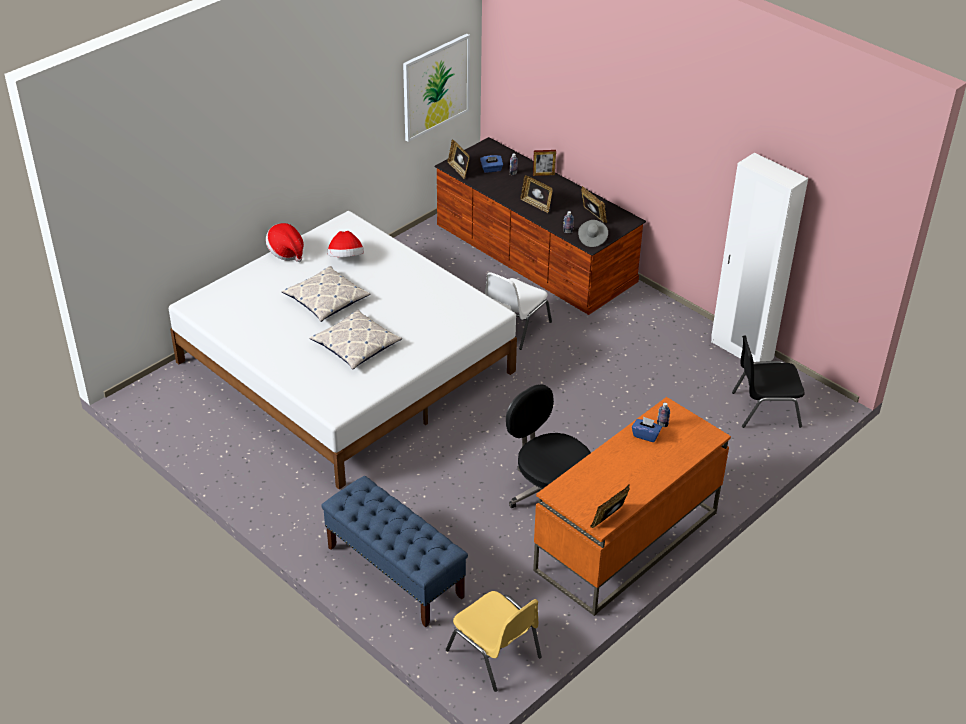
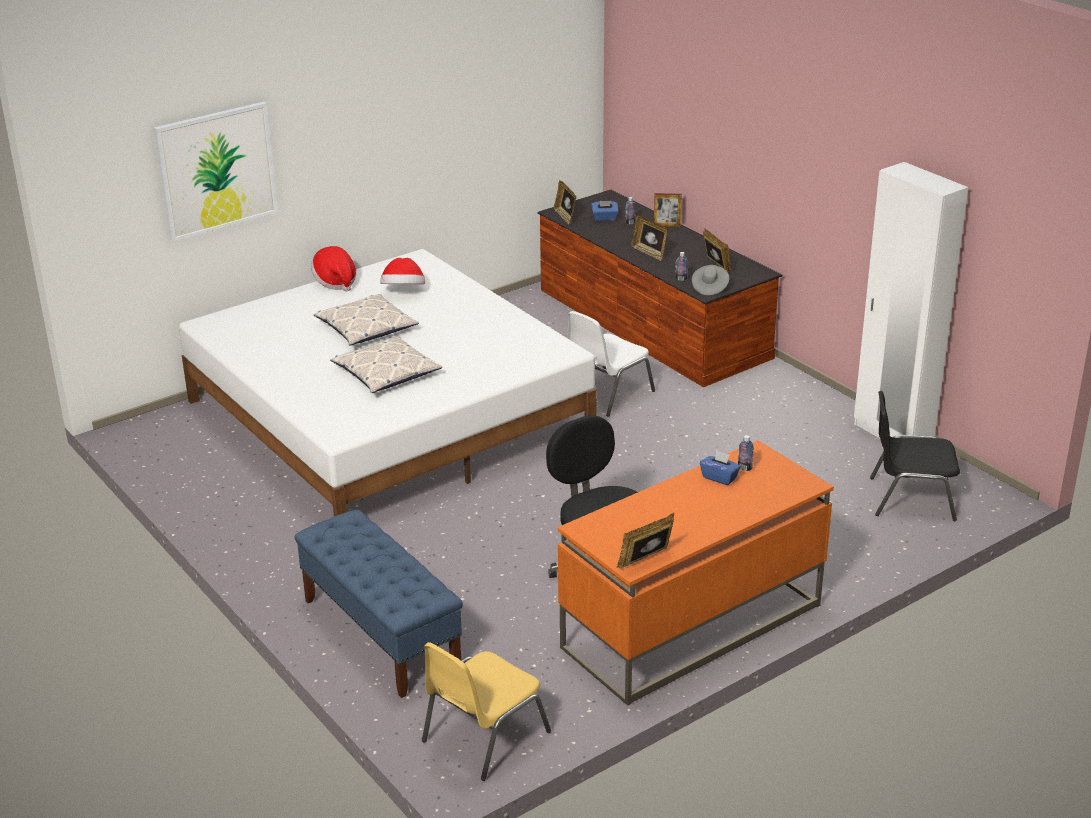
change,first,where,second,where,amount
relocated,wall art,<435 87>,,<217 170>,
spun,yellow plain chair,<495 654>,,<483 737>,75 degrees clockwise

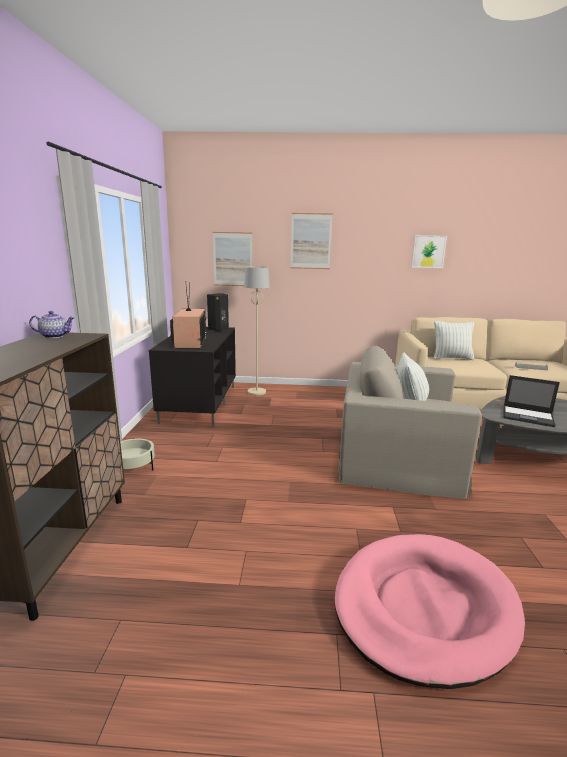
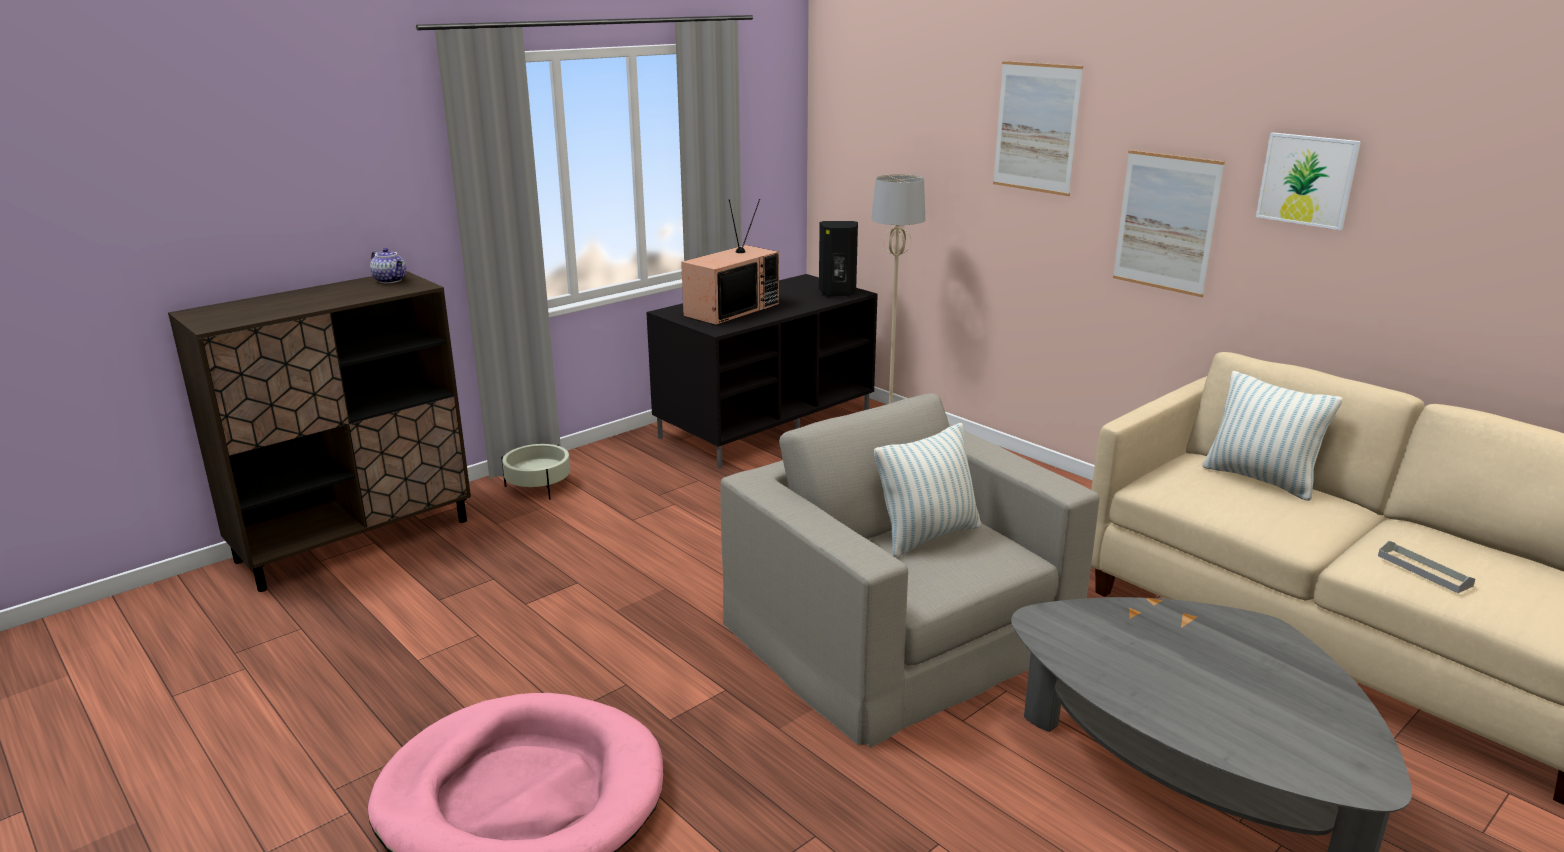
change,first,where,second,where,amount
relocated,wall art,<233 259>,,<1166 222>,
missing,portable computer,<528 416>,,,

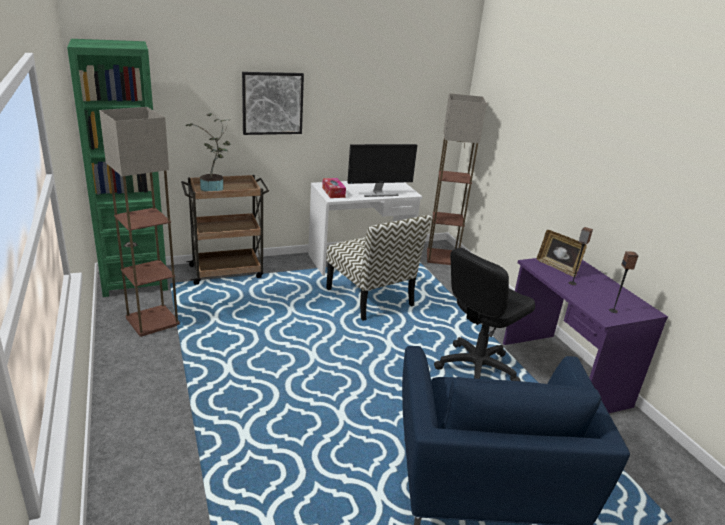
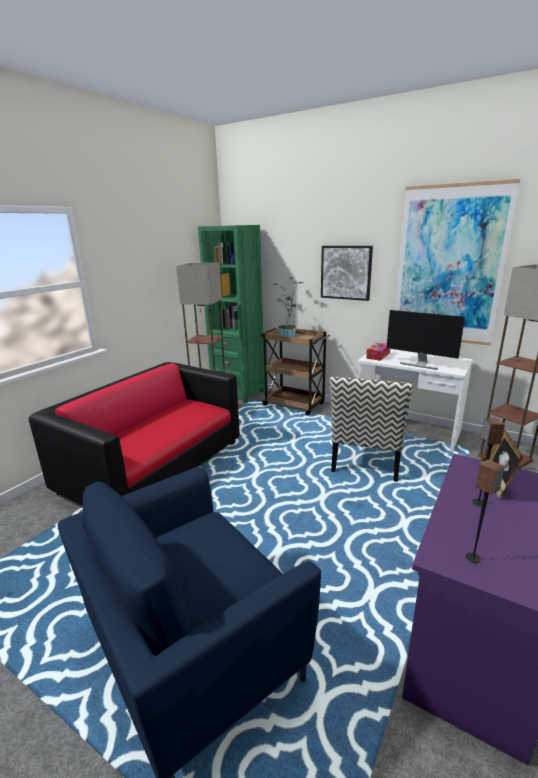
change,first,where,second,where,amount
missing,blackish desk chair,<476 368>,,,
appeared,,,settee,<153 465>,
appeared,,,wall art,<449 266>,

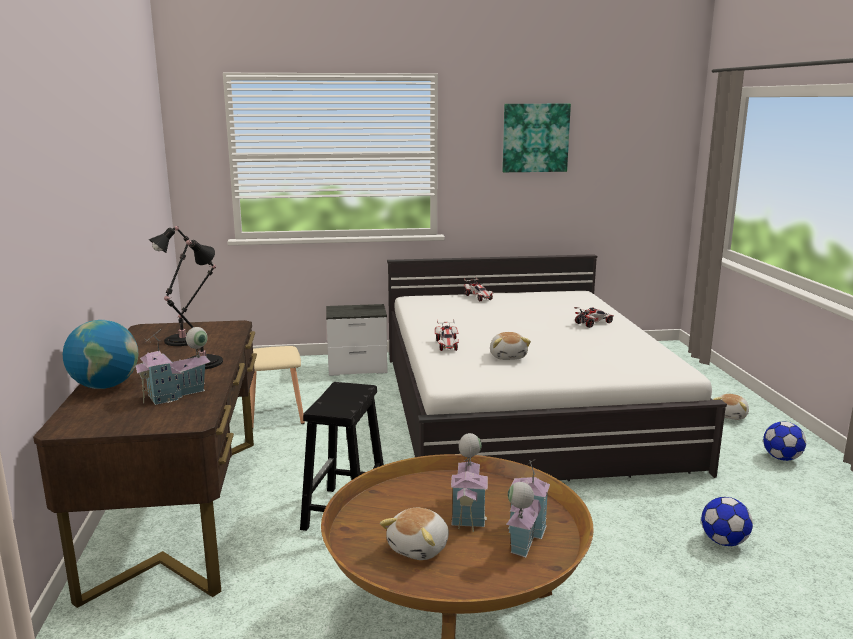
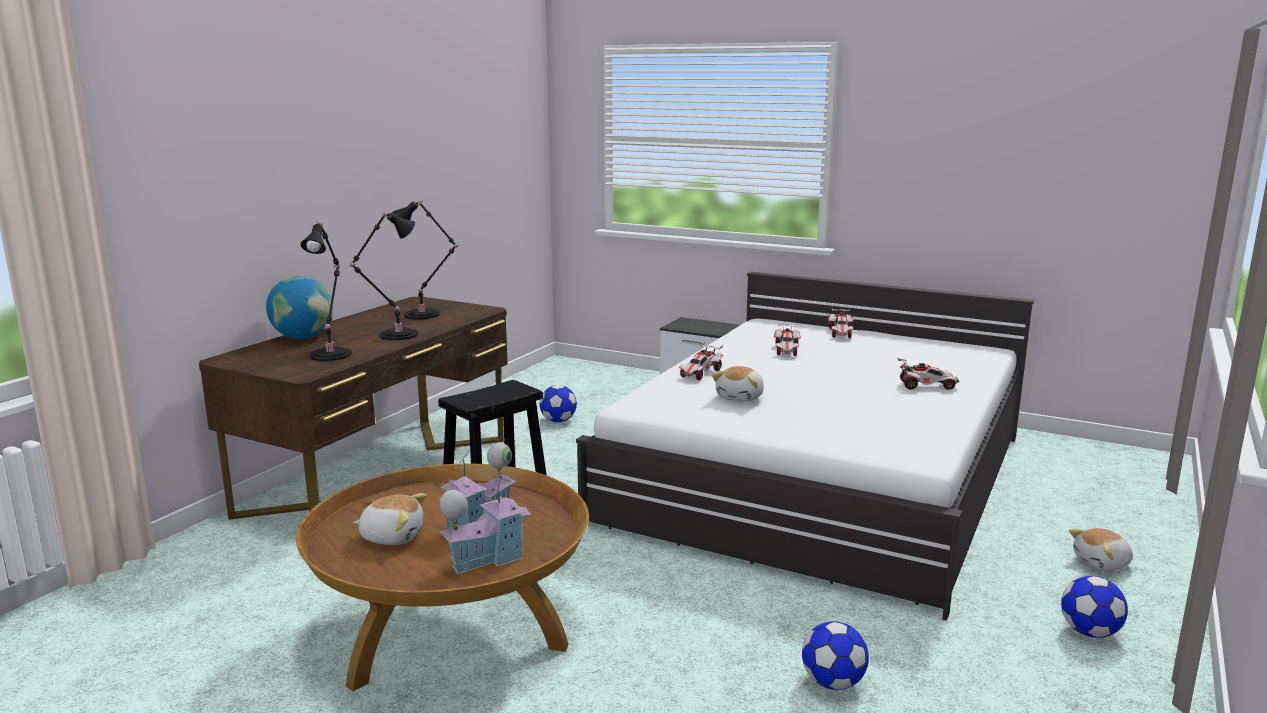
change,first,where,second,where,amount
exchanged,miniature house,<176 394>,blackish lamp for a table,<332 354>,
exchanged,beige-coloured stool,<275 415>,ball for football,<558 421>,
spun,plush toy,<420 548>,,<392 536>,150 degrees counterclockwise
missing,wall art,<535 138>,,,
appeared,,,miniature car,<786 350>,

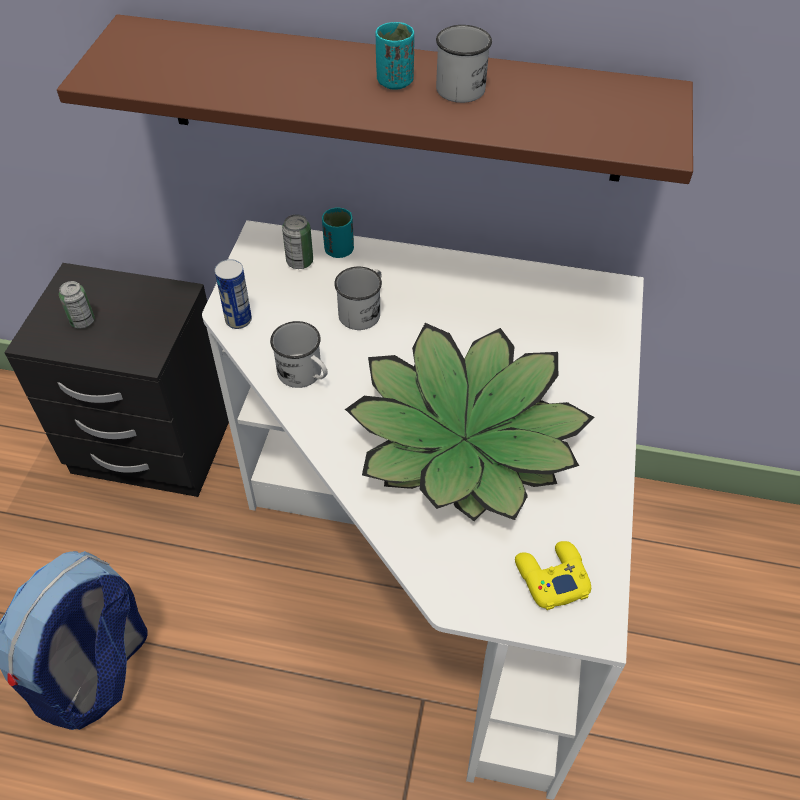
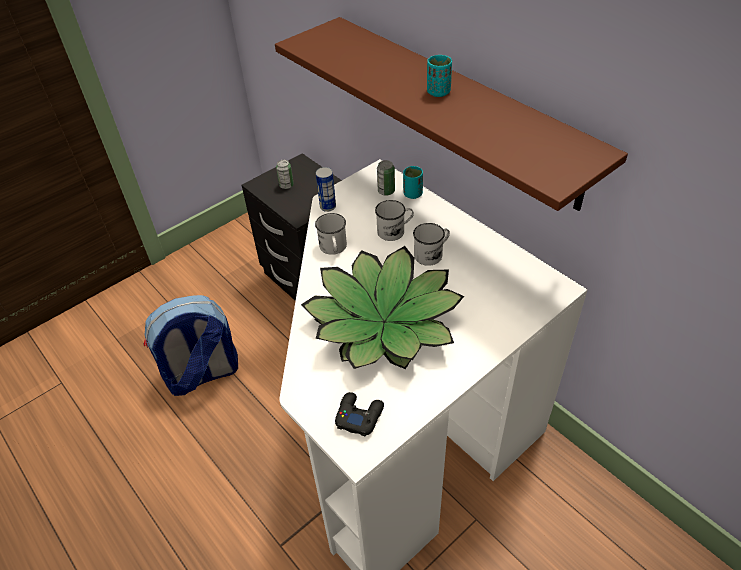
change,first,where,second,where,amount
relocated,white-coloured mug,<463 85>,,<432 254>,
colour,yellow joypad,<551 577>,blackish joypad,<359 416>,

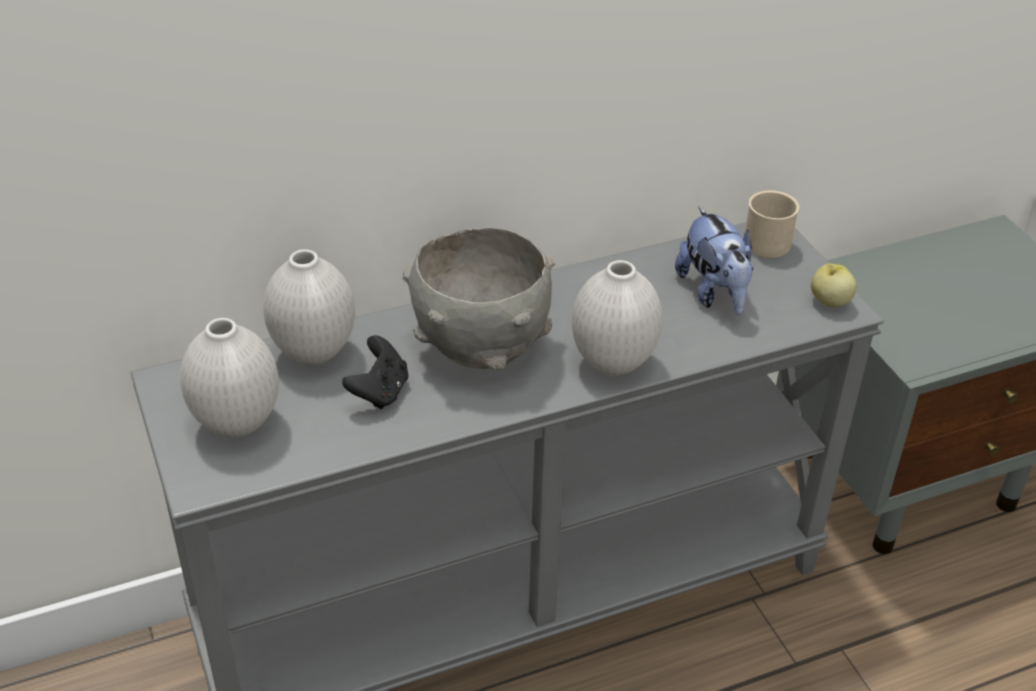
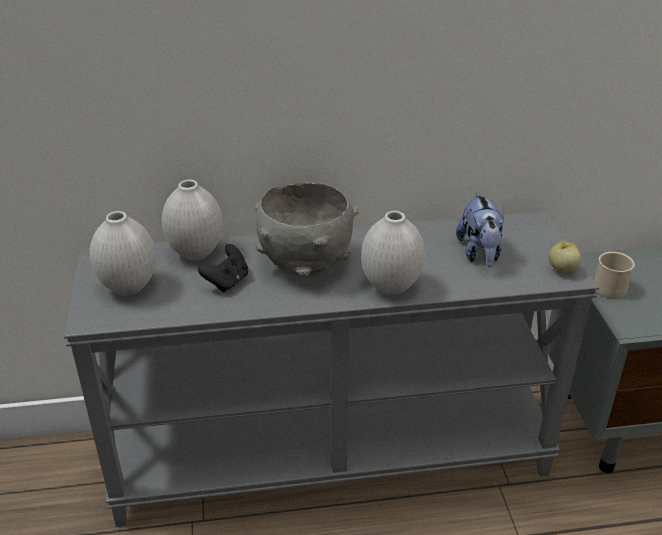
change,first,where,second,where,amount
relocated,beige-coloured mug,<767 239>,,<611 285>,

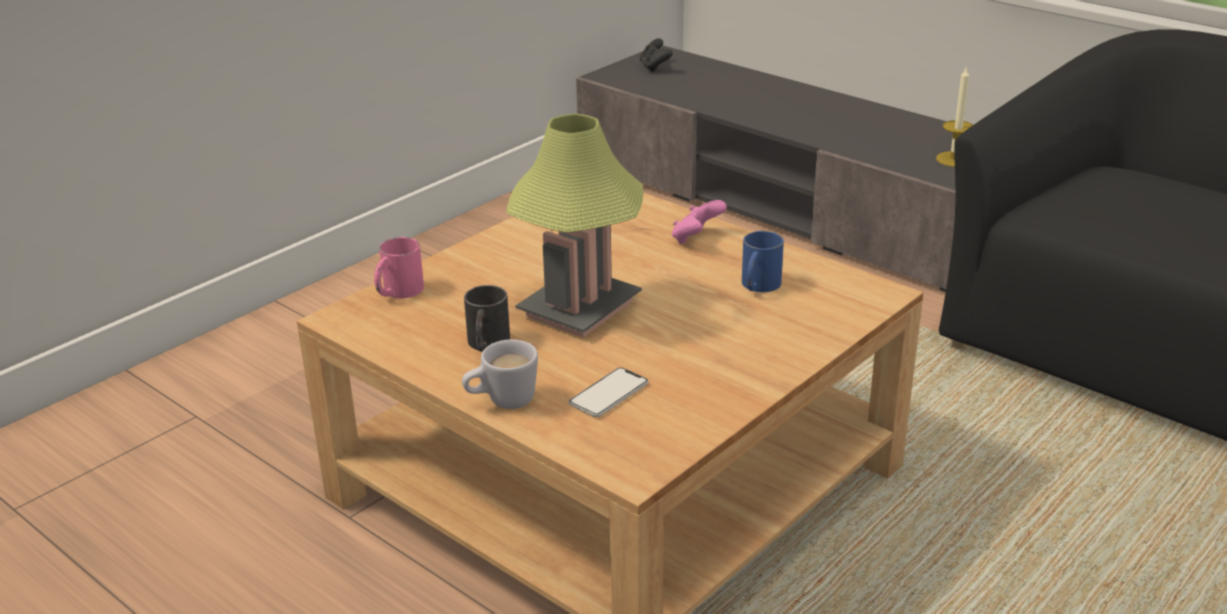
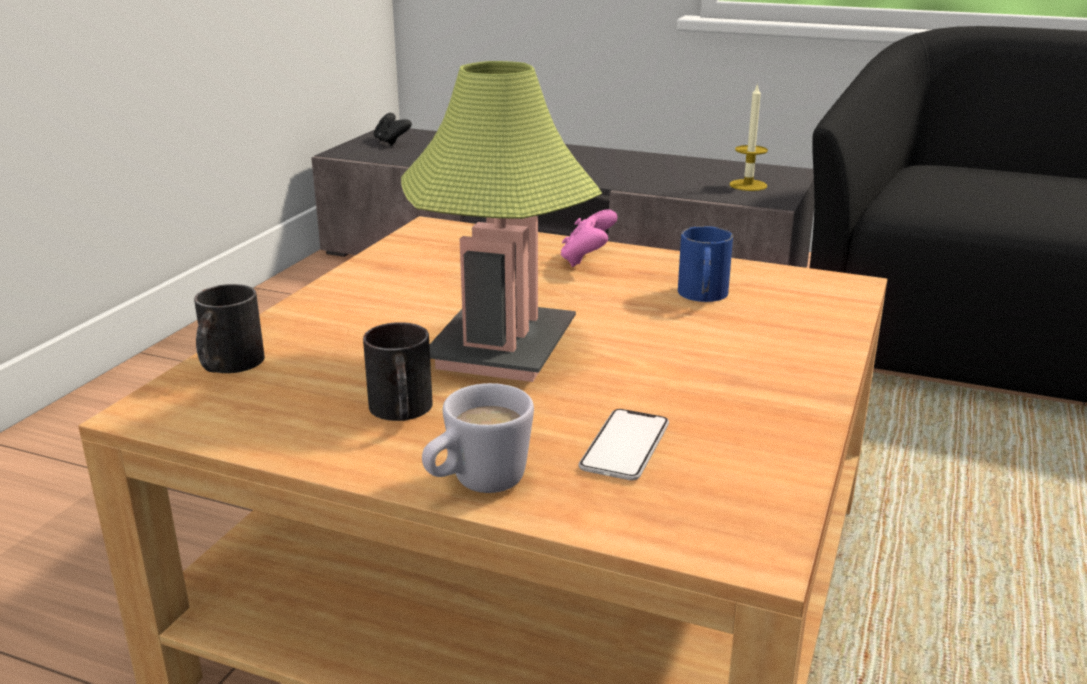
change,first,where,second,where,amount
colour,pinkish mug,<398 292>,blackish mug,<227 365>,

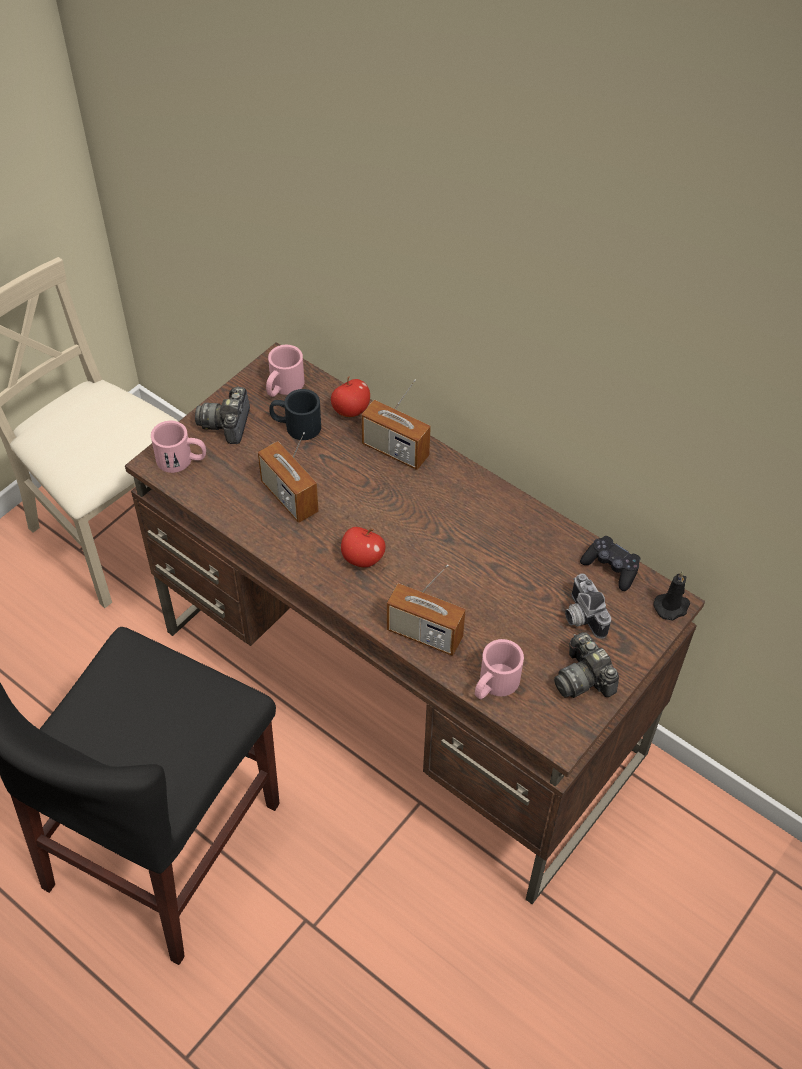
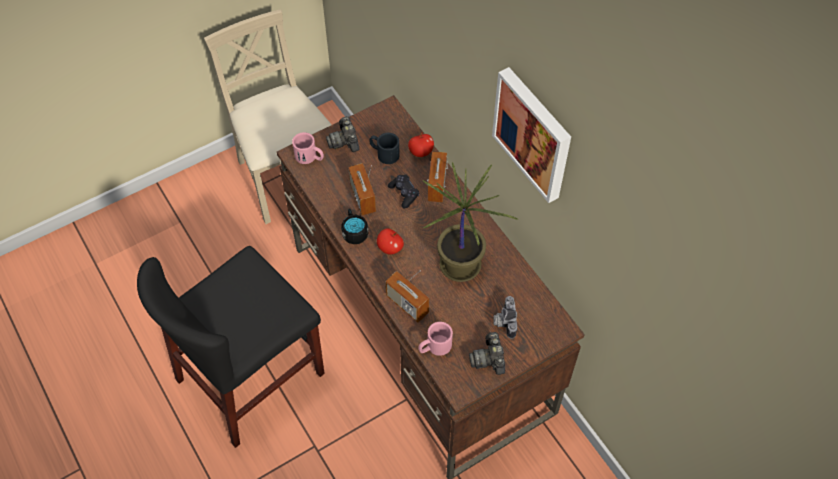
change,first,where,second,where,amount
spun,photo camera,<227 424>,,<344 141>,45 degrees counterclockwise
missing,pinkish mug,<283 387>,,,
spun,radio receiver,<395 450>,,<437 185>,45 degrees clockwise
relocated,blackish joypad,<611 567>,,<404 193>,
missing,blackish wax candle,<672 606>,,,
appeared,,,blackish mug,<354 231>,
appeared,,,potted plant,<461 267>,
appeared,,,wall art,<534 133>,

